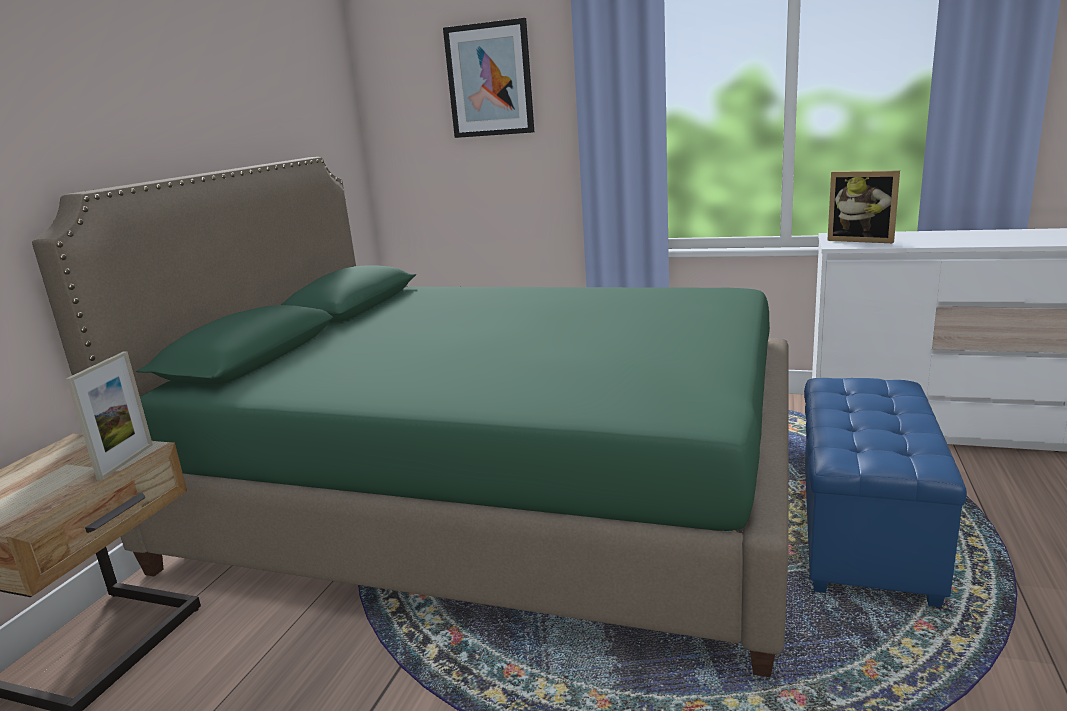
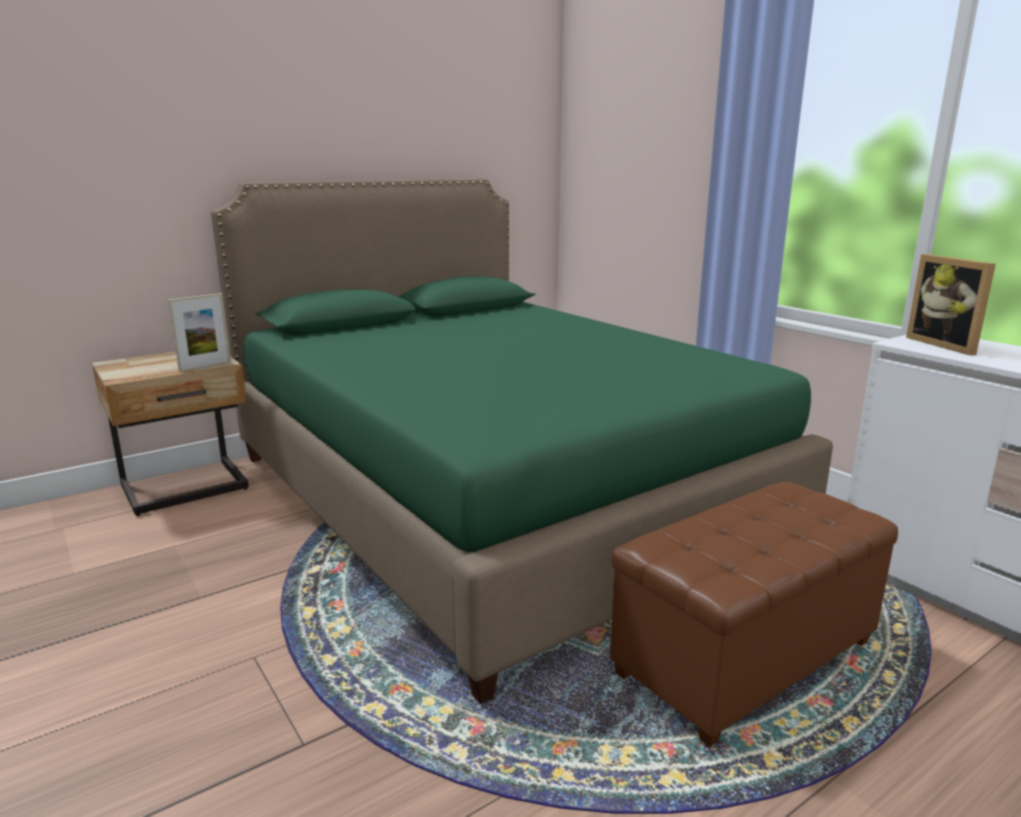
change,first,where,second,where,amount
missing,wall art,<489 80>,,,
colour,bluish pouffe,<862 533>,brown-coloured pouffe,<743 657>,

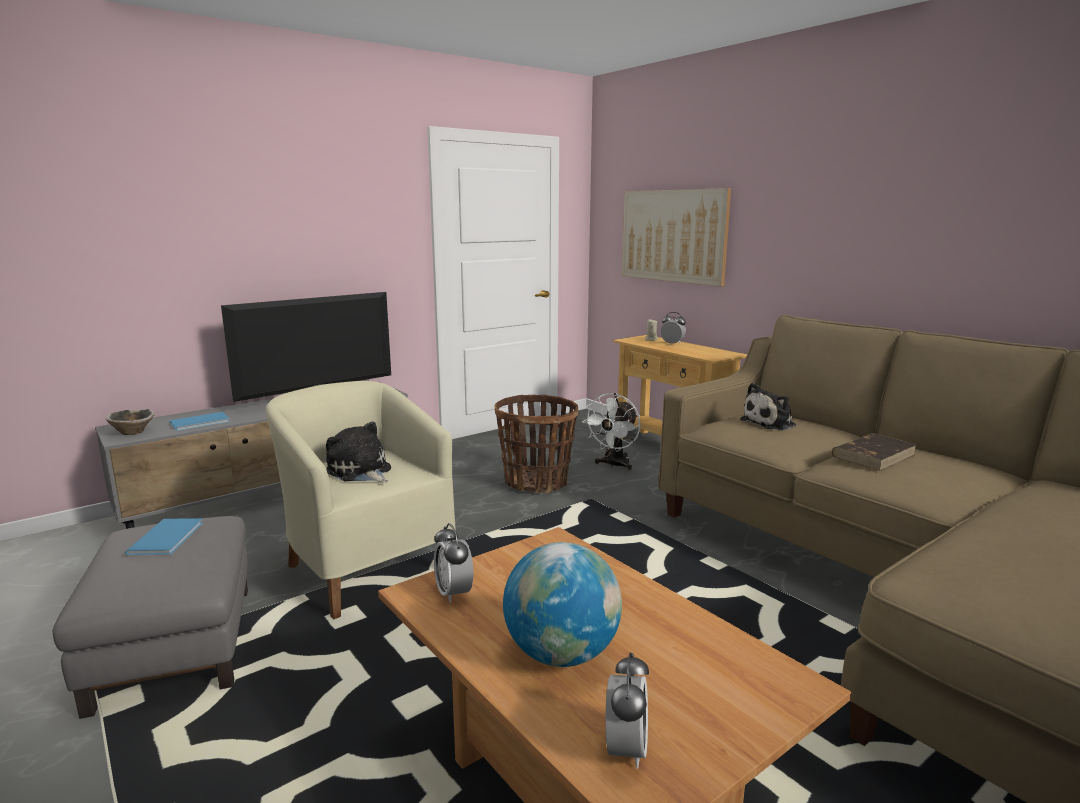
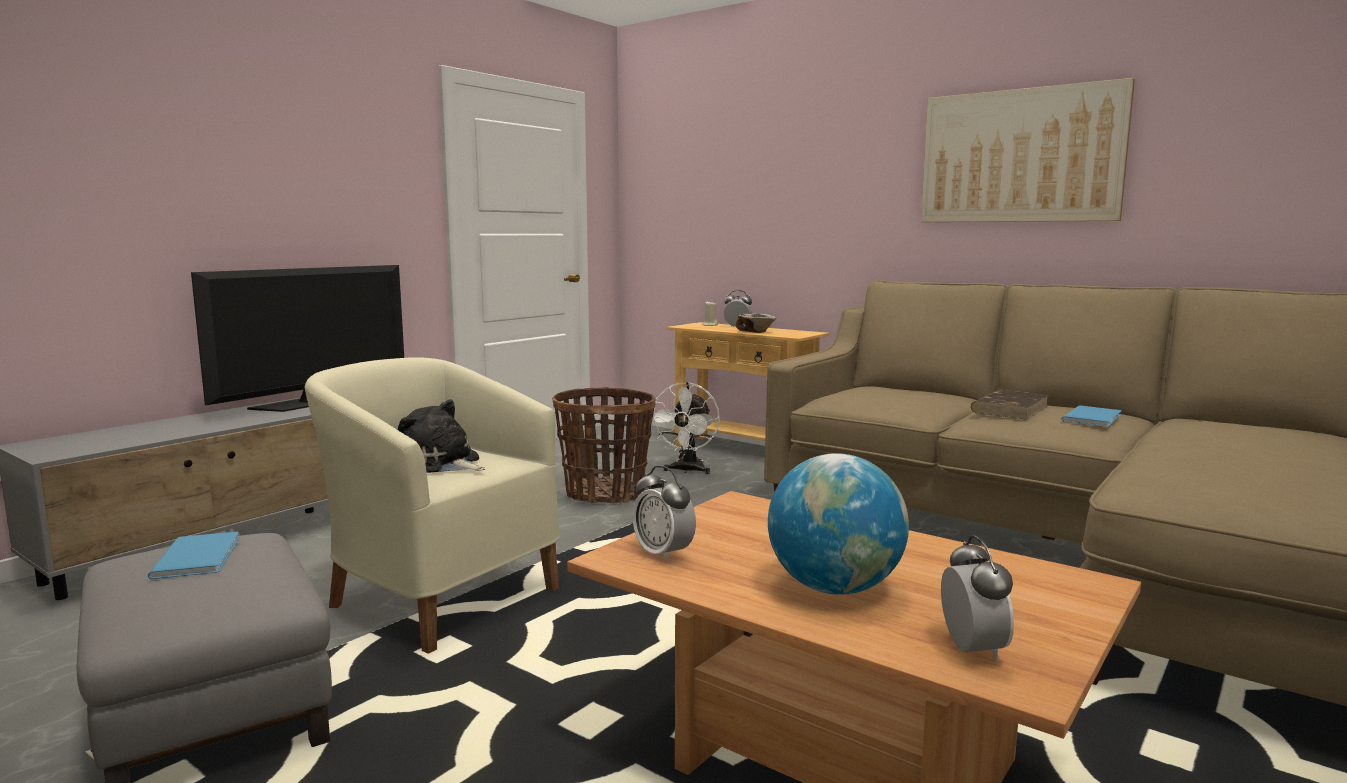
change,first,where,second,where,amount
relocated,serving bowl,<133 432>,,<756 332>,
relocated,bluish volume,<202 422>,,<1094 418>,
relocated,wall art,<673 236>,,<1020 156>,
missing,plush toy,<771 423>,,,

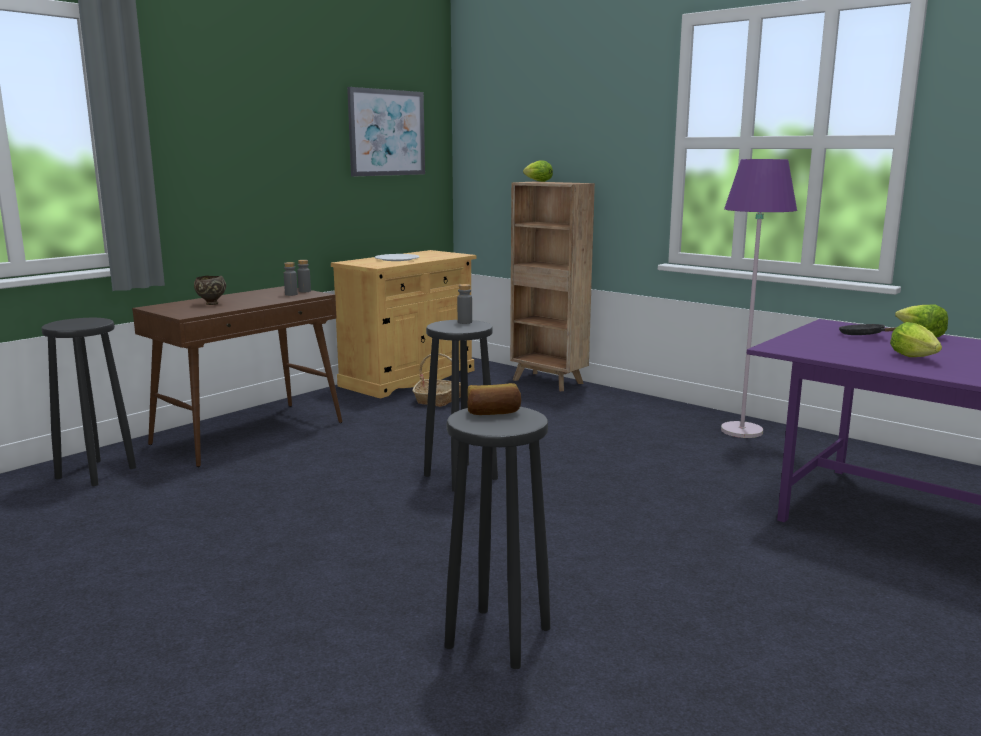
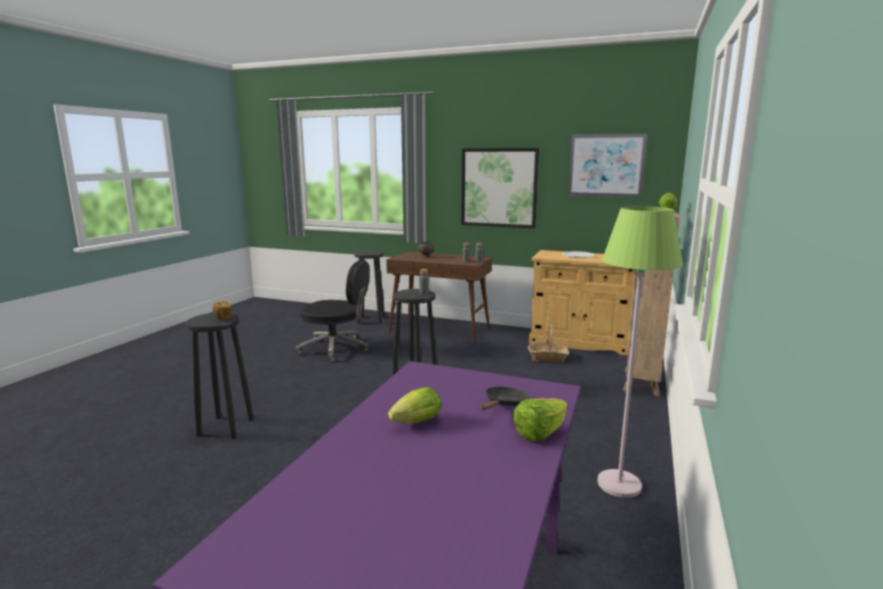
change,first,where,second,where,amount
colour,purple-coloured standing lamp,<742 431>,greenish standing lamp,<619 484>,
appeared,,,blackish desk chair,<336 349>,
appeared,,,wall art,<499 188>,

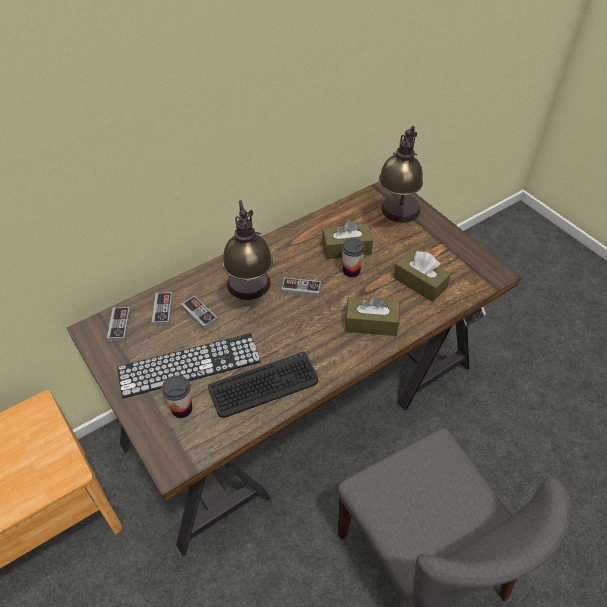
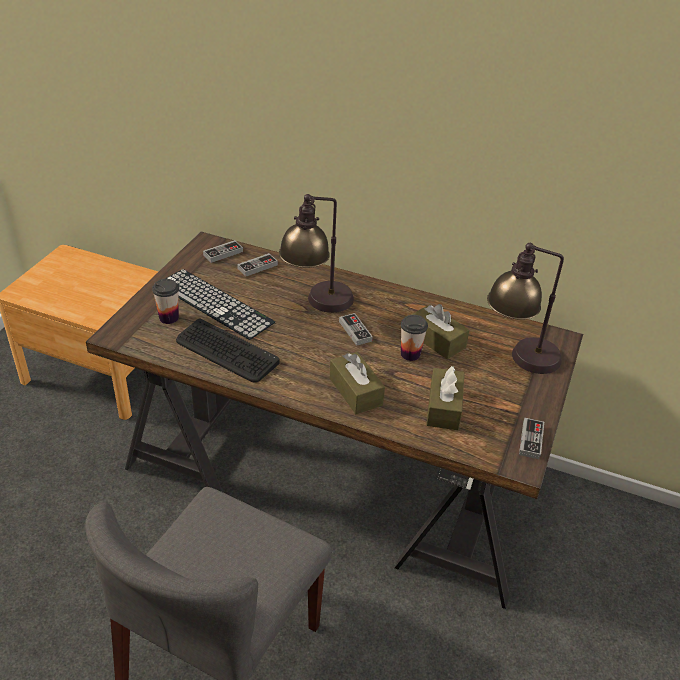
change,first,where,second,where,amount
relocated,joypad,<199 314>,,<531 440>,

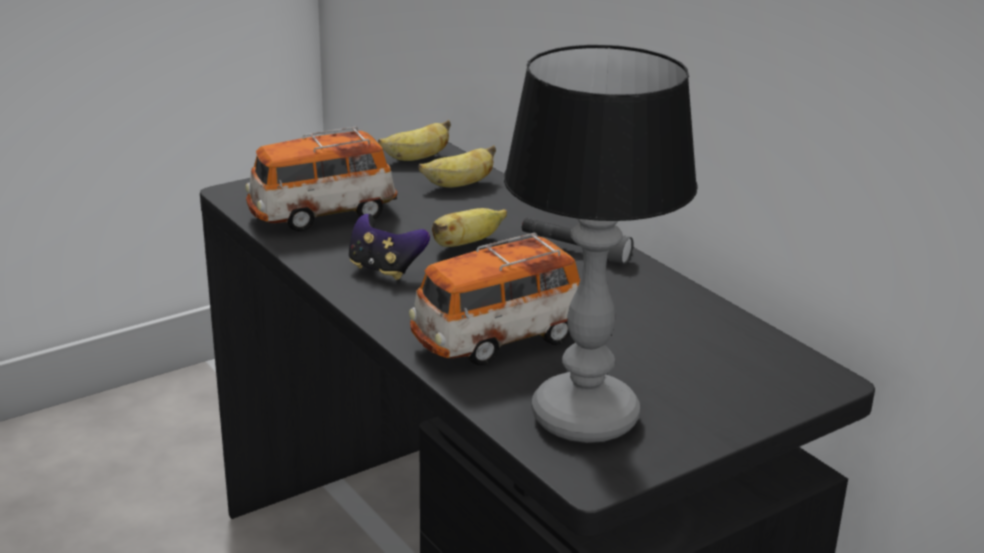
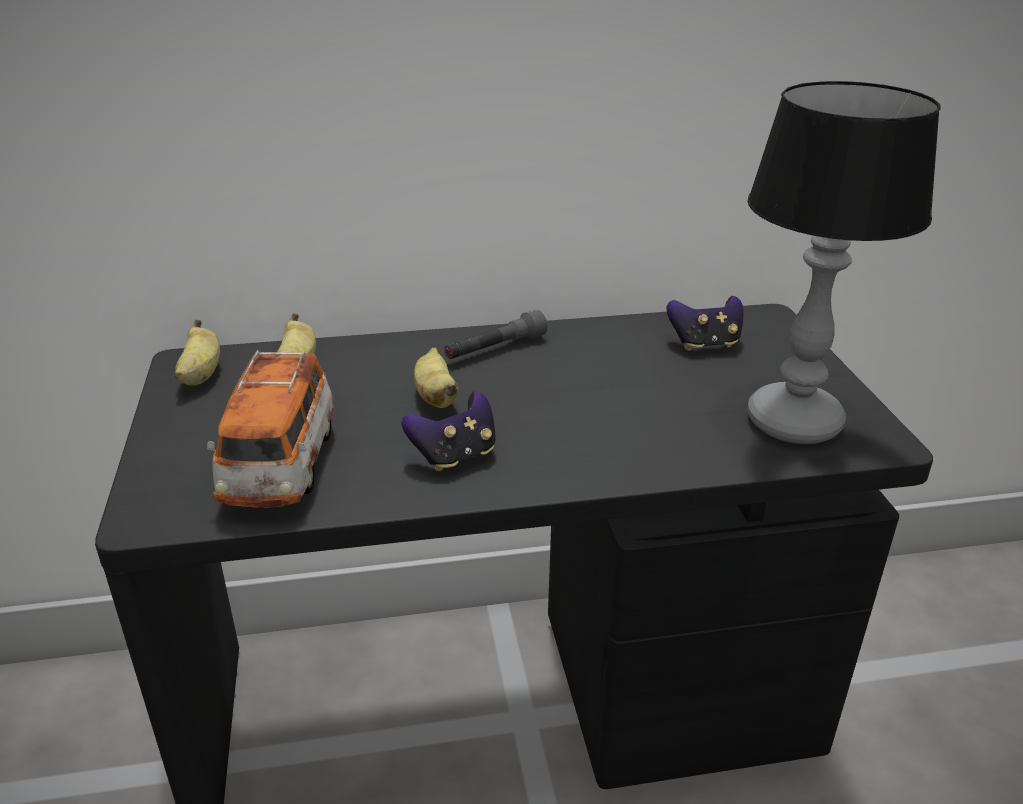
change,first,where,second,where,amount
missing,miniature car,<498 339>,,,
appeared,,,joypad,<704 344>,

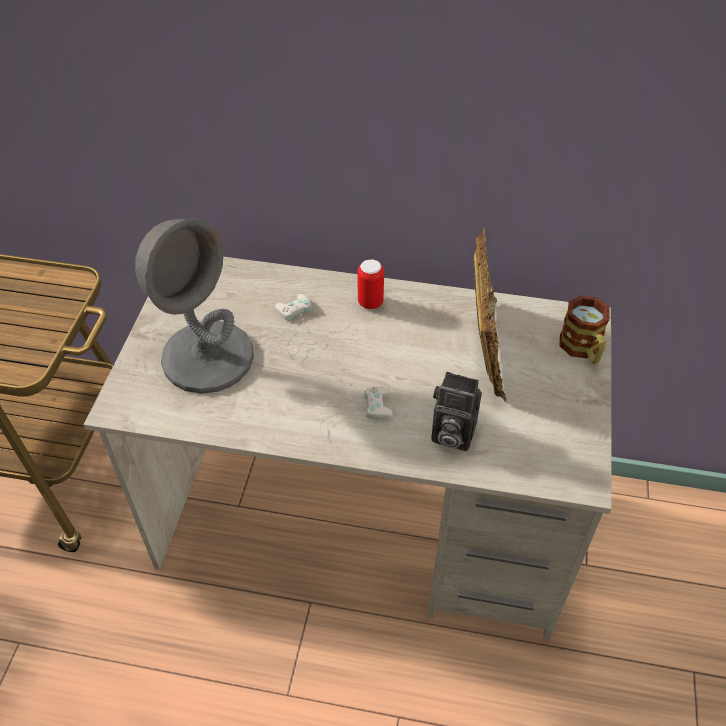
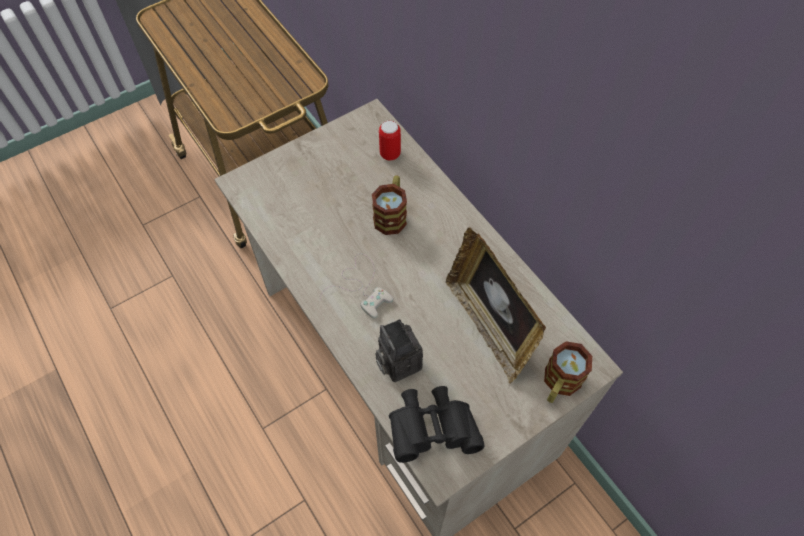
change,first,where,second,where,amount
missing,grey lamp for a table,<208 357>,,,
exchanged,white-coloured joypad,<302 329>,mug,<391 214>,
relocated,sealed can,<370 302>,,<390 154>,
spun,standing frame,<484 350>,,<488 325>,105 degrees clockwise
appeared,,,blackish field glasses,<433 429>,

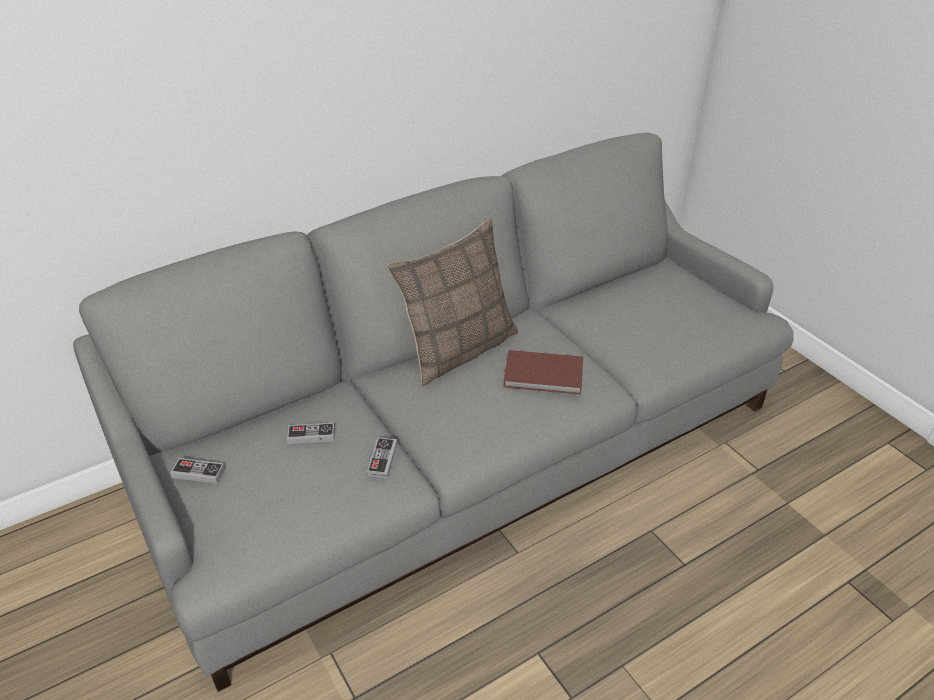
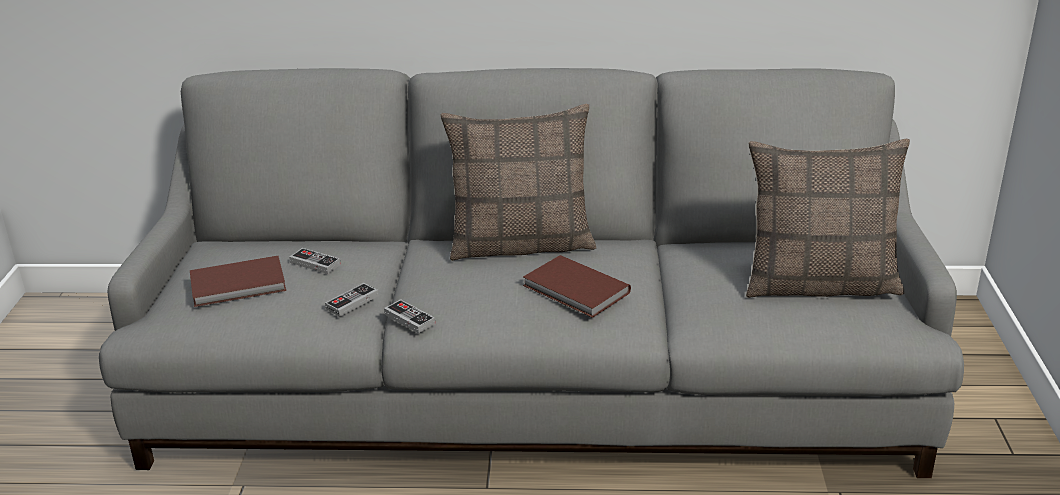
change,first,where,second,where,amount
relocated,joypad,<198 473>,,<409 319>,
appeared,,,brown-coloured volume,<239 285>,
appeared,,,cushion,<819 283>,

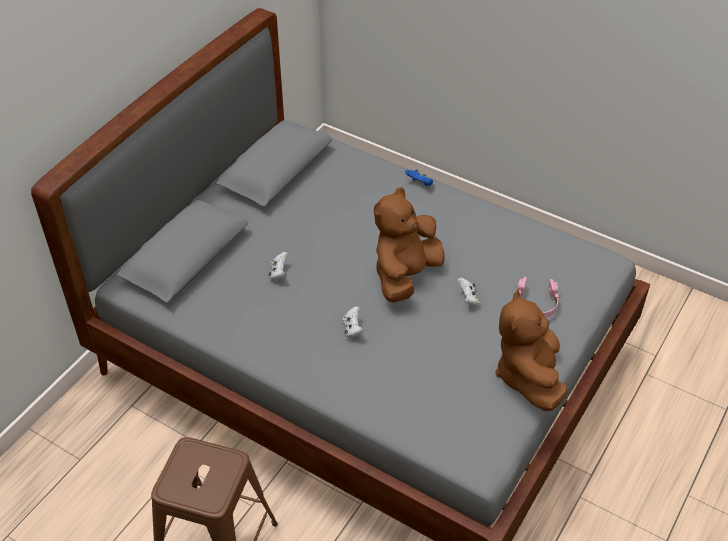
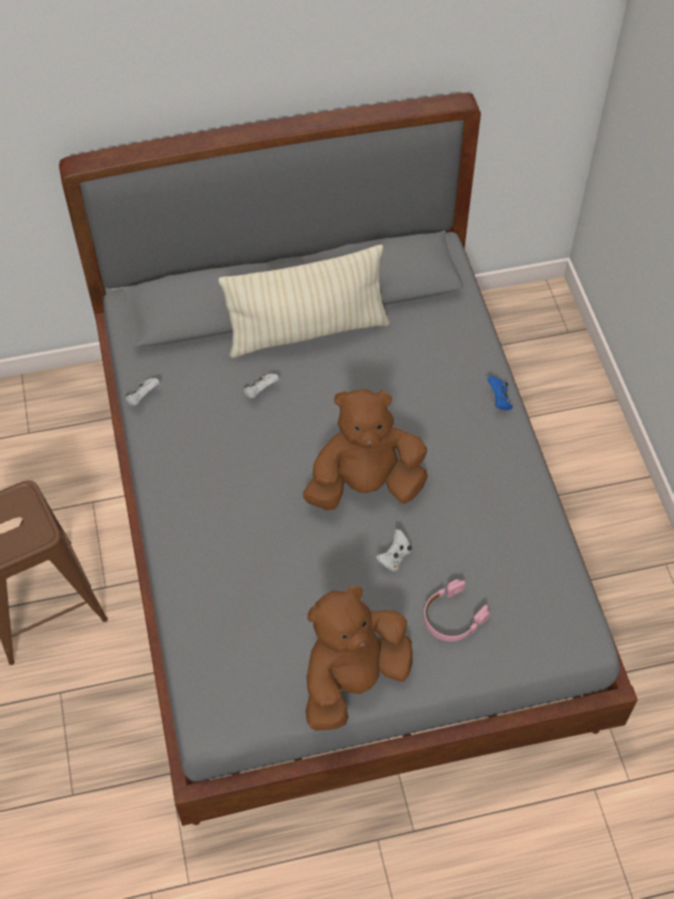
change,first,where,second,where,amount
relocated,white-coloured joypad,<352 329>,,<142 398>,
appeared,,,beige-coloured cushion,<307 331>,

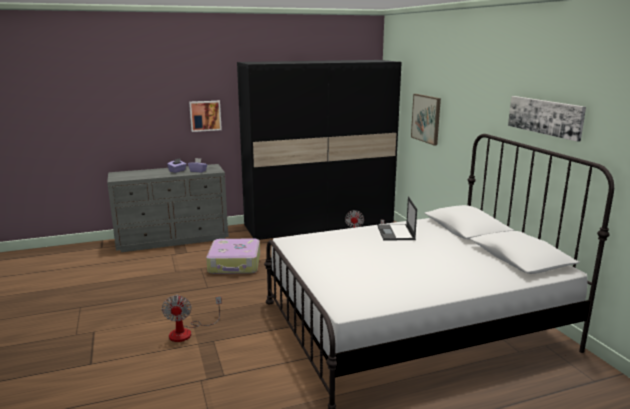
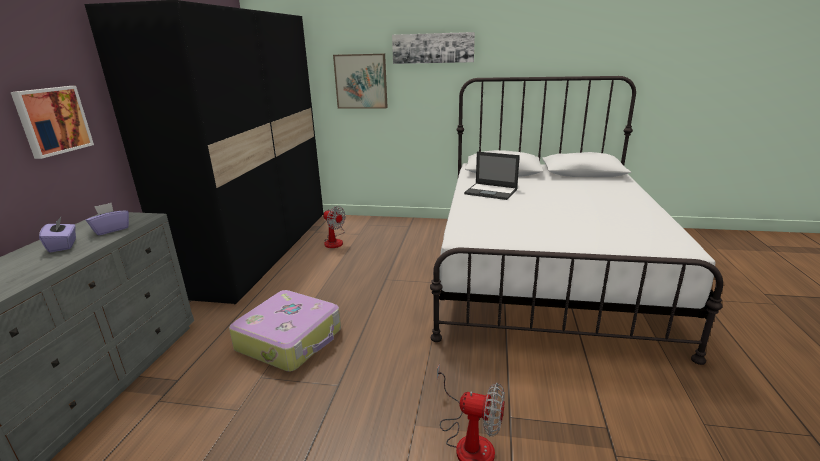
change,first,where,second,where,amount
relocated,wall art,<545 117>,,<433 48>,

